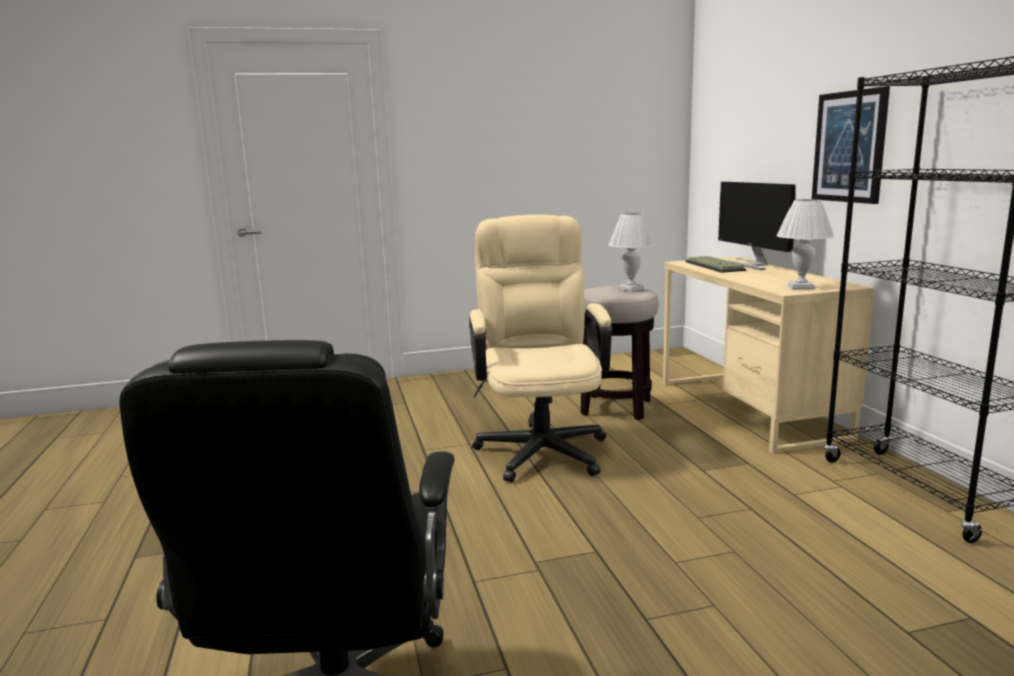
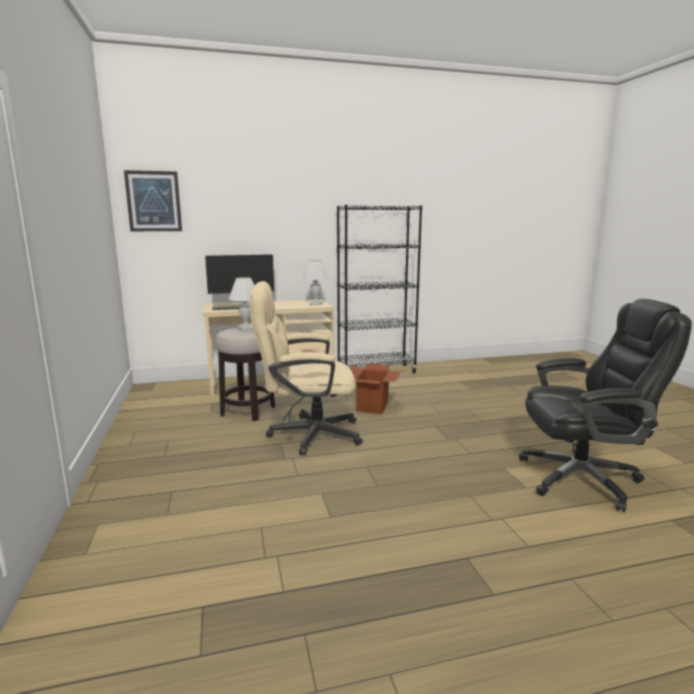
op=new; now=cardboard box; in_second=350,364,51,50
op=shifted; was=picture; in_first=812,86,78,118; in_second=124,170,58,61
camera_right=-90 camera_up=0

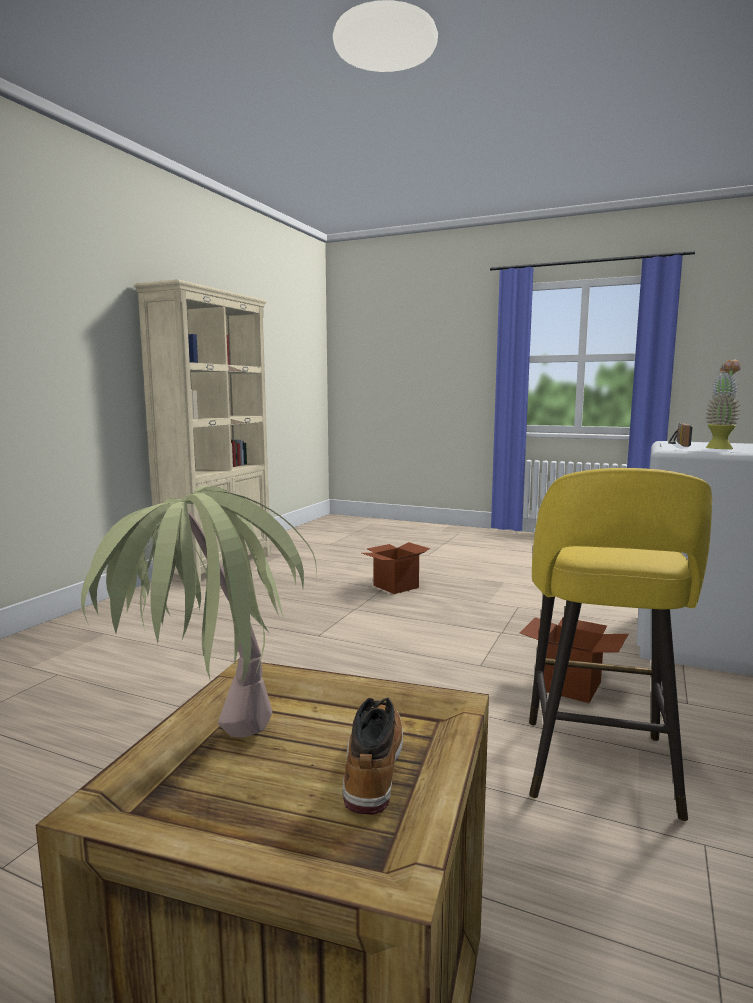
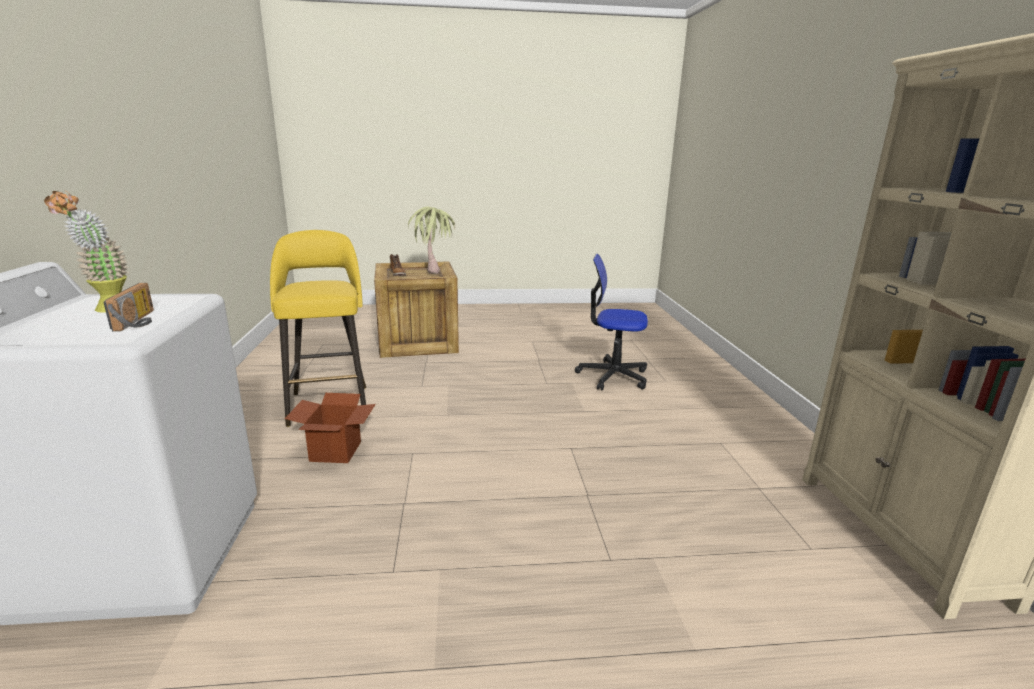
op=gone; was=cardboard box; in_first=362,542,68,52
op=new; now=office chair; in_second=575,254,73,136
camera_right=150 camera_up=10

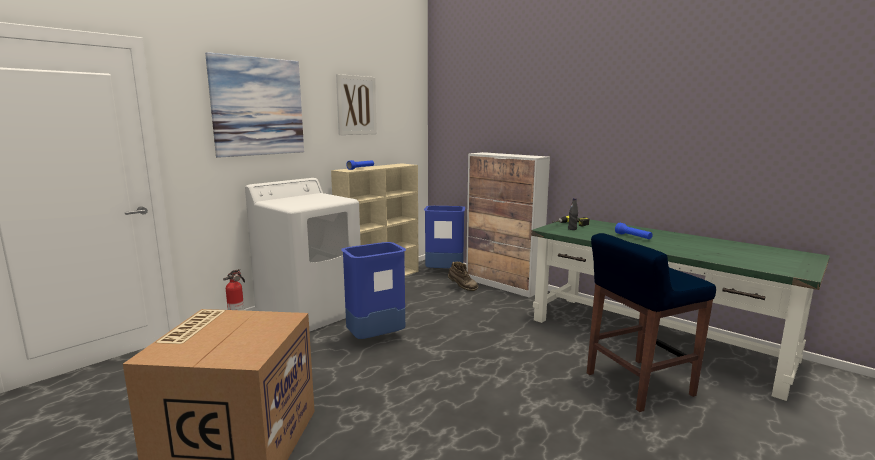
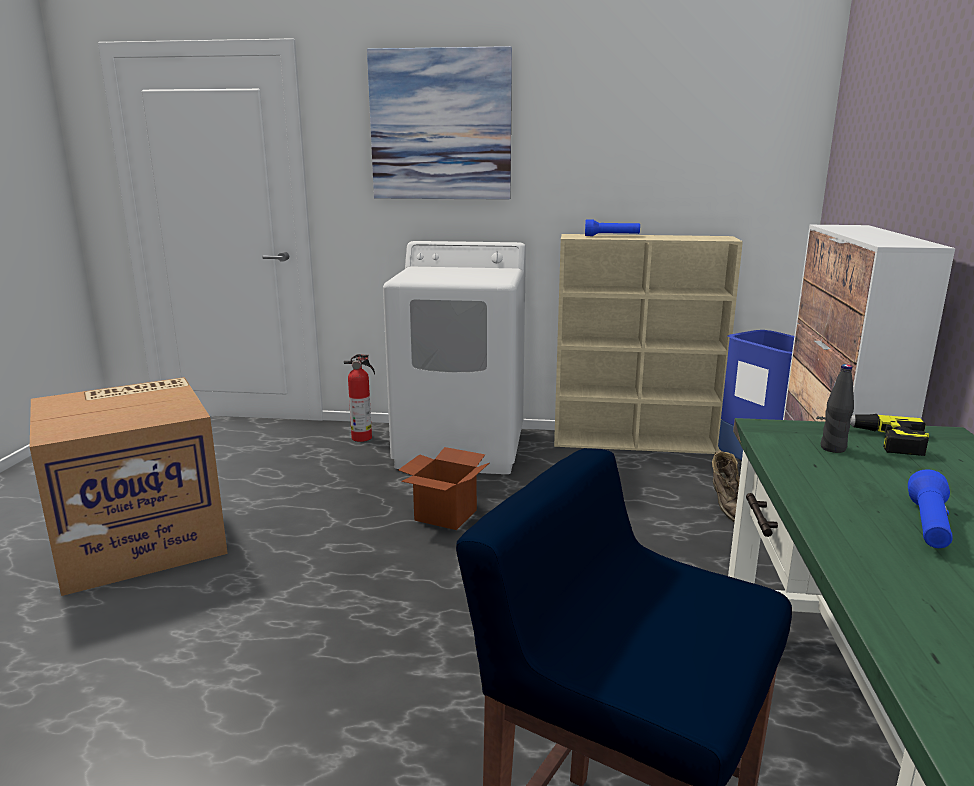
op=gone; was=picture; in_first=336,74,41,61
op=swapped; was=trash can in blue; now=cardboard box; in_first=341,242,65,97; in_second=399,447,91,83
camera_right=55 camera_up=5

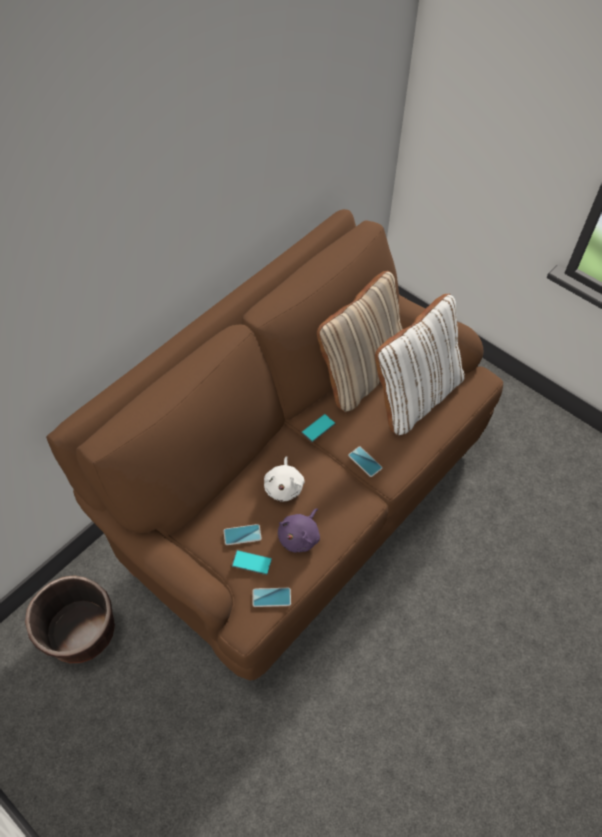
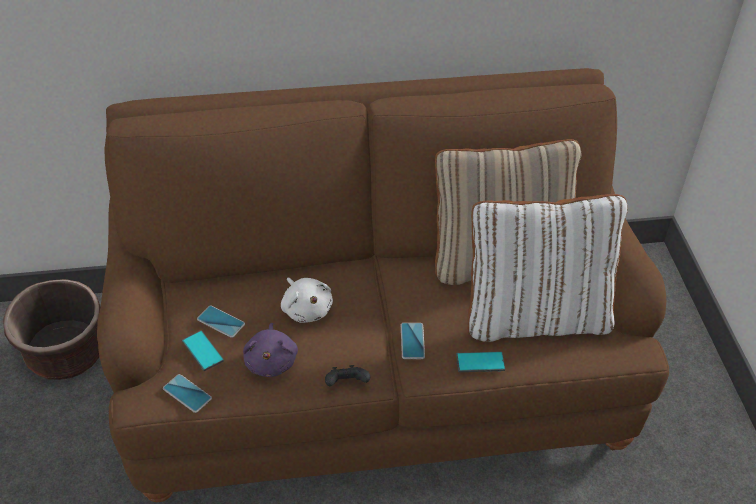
op=new; now=game controller in black; in_second=325,365,45,21
op=shifted; was=phone; in_first=301,414,35,29; in_second=456,351,49,21
op=rotated; was=plush toy in white; in_first=264,457,41,44; in_second=281,277,52,46; clockwise=-75
op=rotated; was=plush toy in purple; in_first=278,508,42,45; in_second=243,323,55,54; clockwise=-75
camera_right=40 camera_up=-10

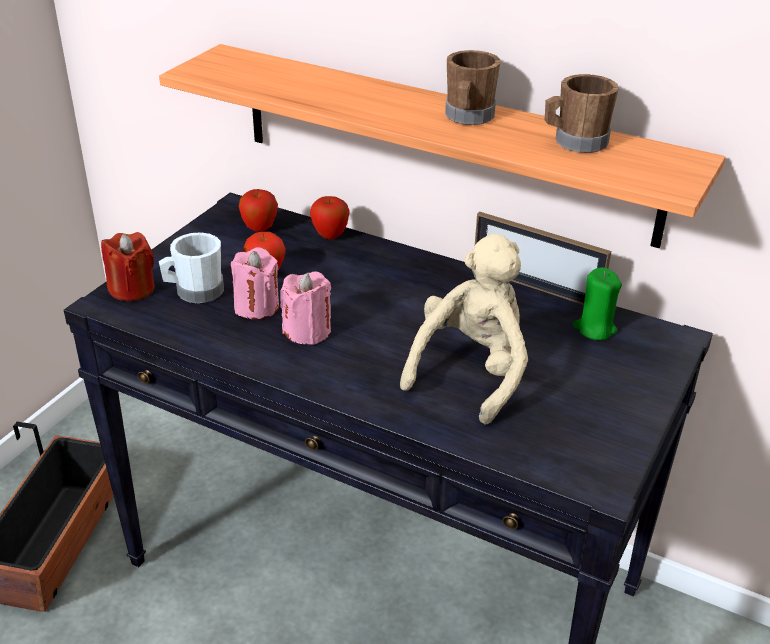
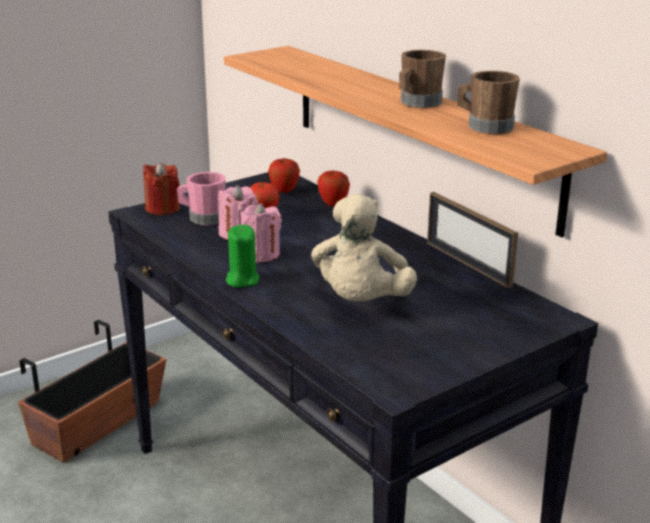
op=shifted; was=candle in green; in_first=573,267,49,73; in_second=226,225,33,63
op=repainted; was=mug in white; now=mug in pink; in_first=159,232,65,71; in_second=177,172,49,53
op=rotated; was=plush toy in beige; in_first=400,234,128,191; in_second=311,194,106,107; clockwise=135
camera_right=25 camera_up=-10

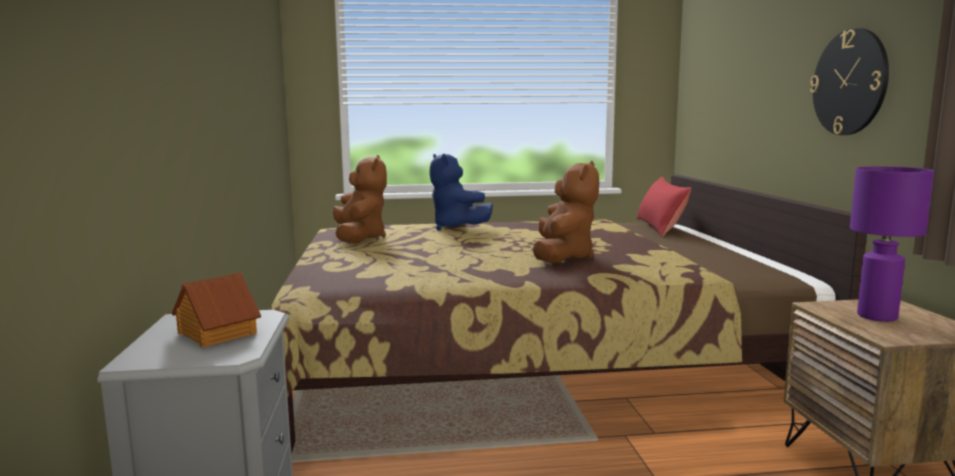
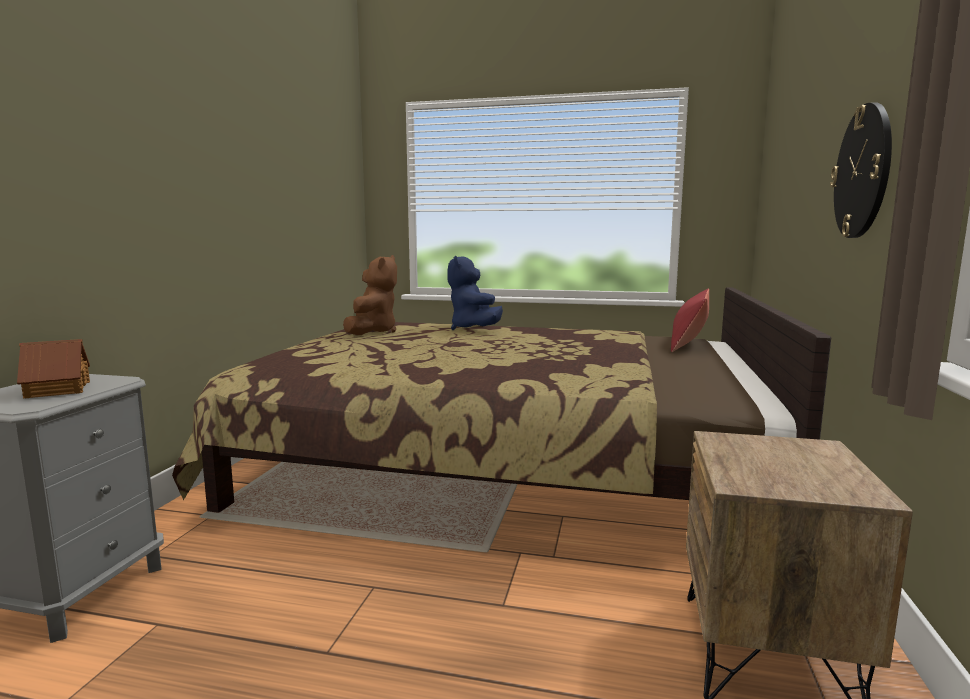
op=gone; was=plush toy in brown; in_first=532,161,67,102
op=gone; was=table lamp in purple; in_first=850,166,84,156
camera_right=20 camera_up=0

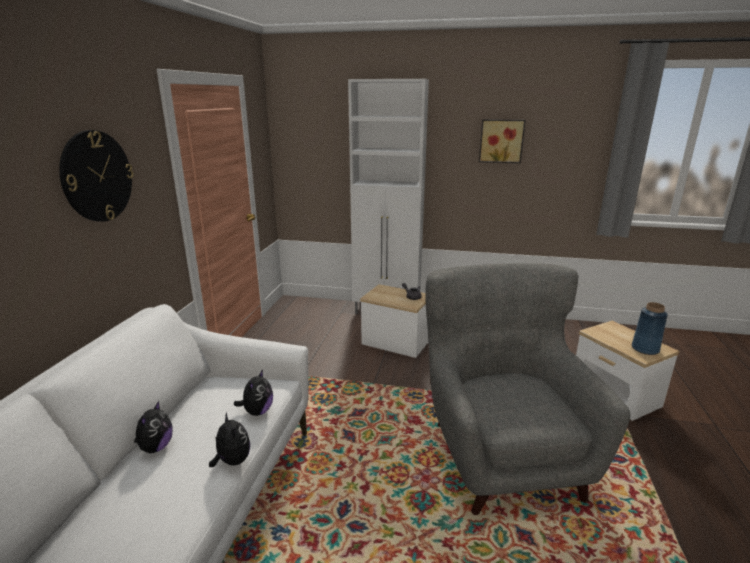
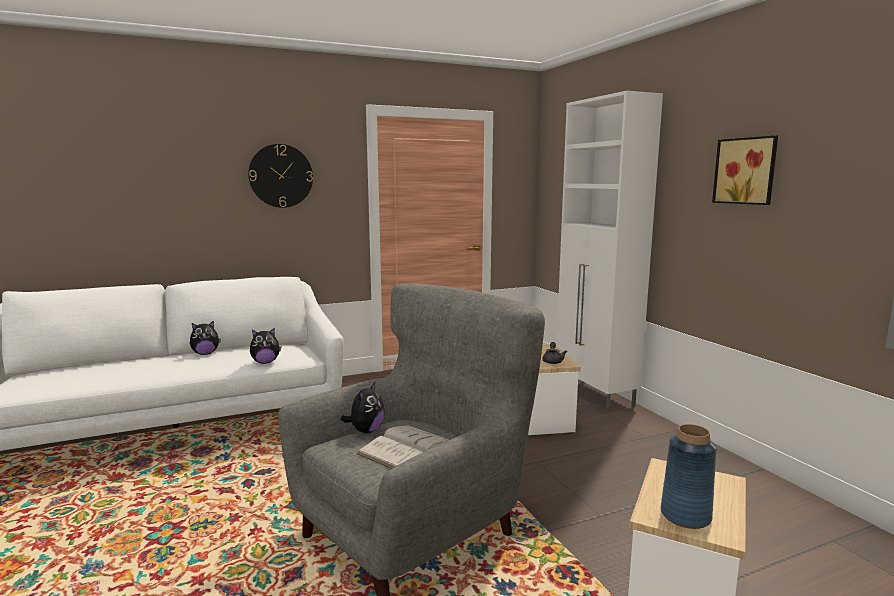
op=new; now=book in white; in_second=356,425,93,44
op=shifted; was=plush toy; in_first=209,412,41,55; in_second=341,382,44,51
camera_right=55 camera_up=-10

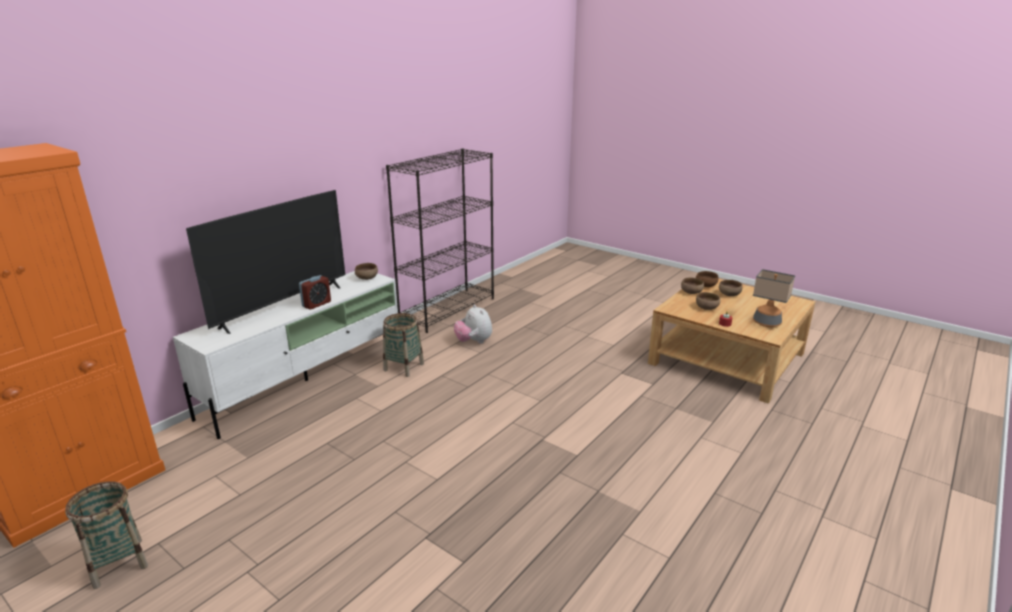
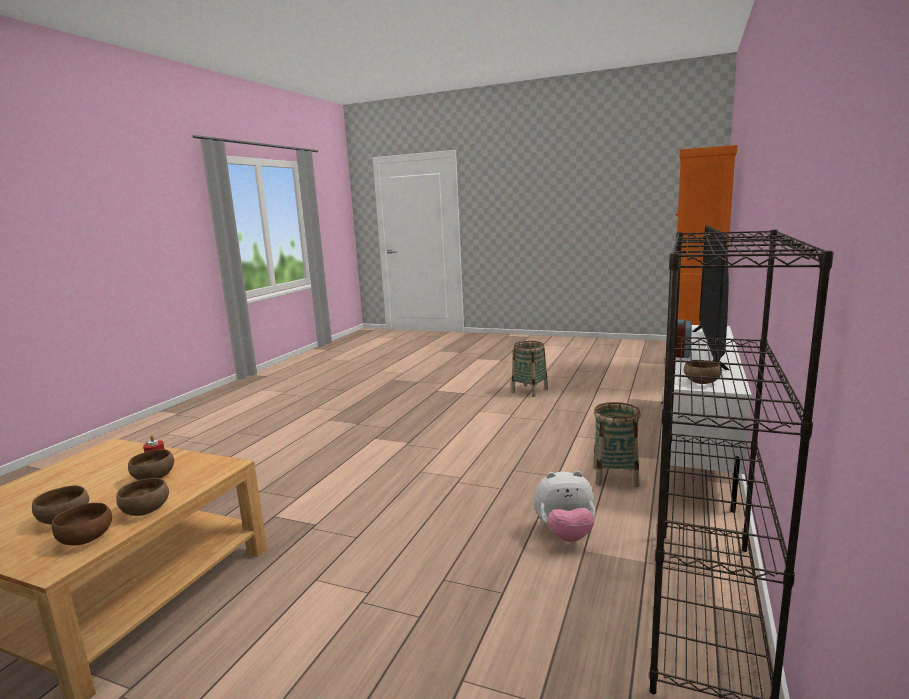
op=gone; was=table lamp; in_first=753,269,42,58
op=shifted; was=basket; in_first=65,481,83,108; in_second=511,341,37,56
op=rotated; was=plush toy; in_first=454,305,38,39; in_second=534,471,62,71; clockwise=135
camera_right=165 camera_up=-10

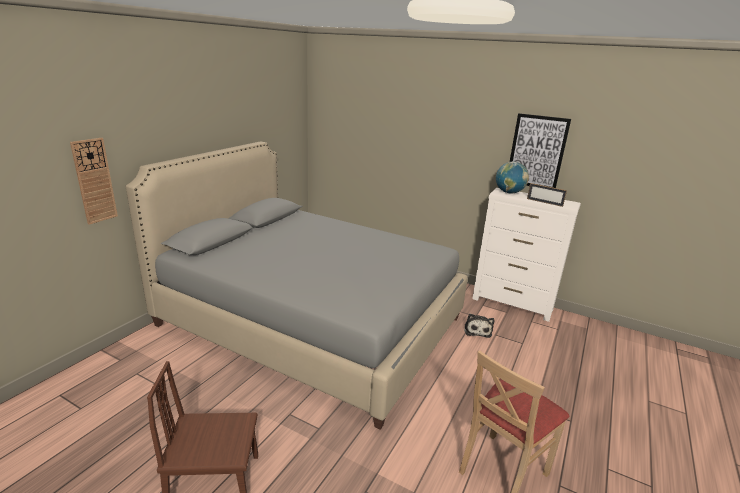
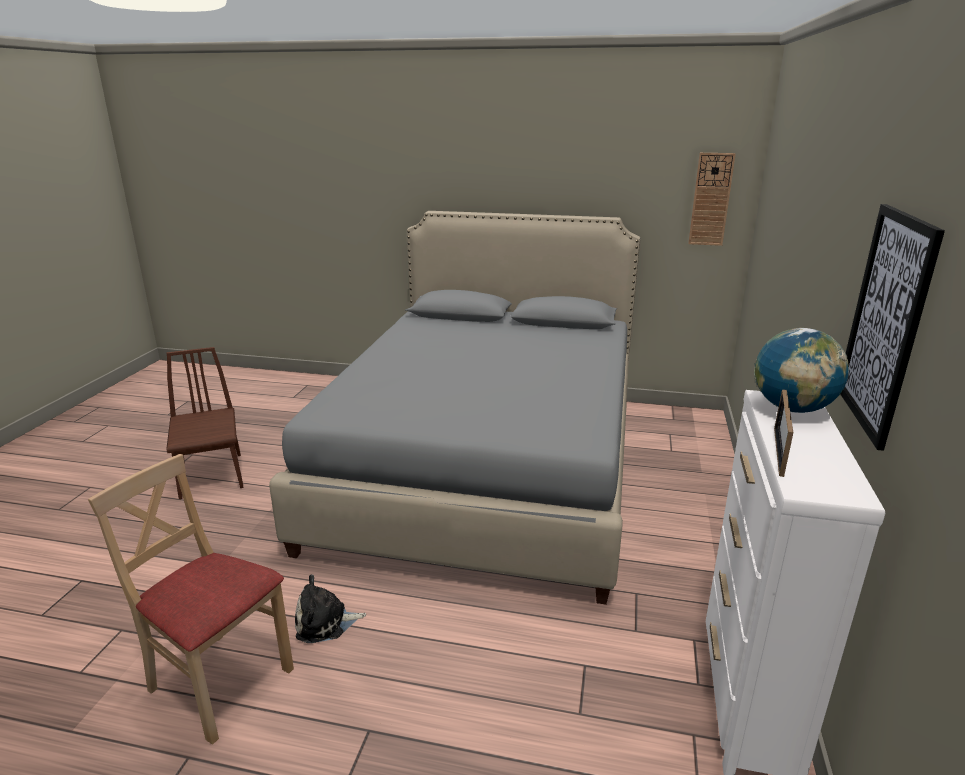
op=shifted; was=wall clock; in_first=70,138,48,87; in_second=688,153,48,93
op=shifted; was=plush toy; in_first=464,314,30,24; in_second=295,574,71,69
camera_right=75 camera_up=0

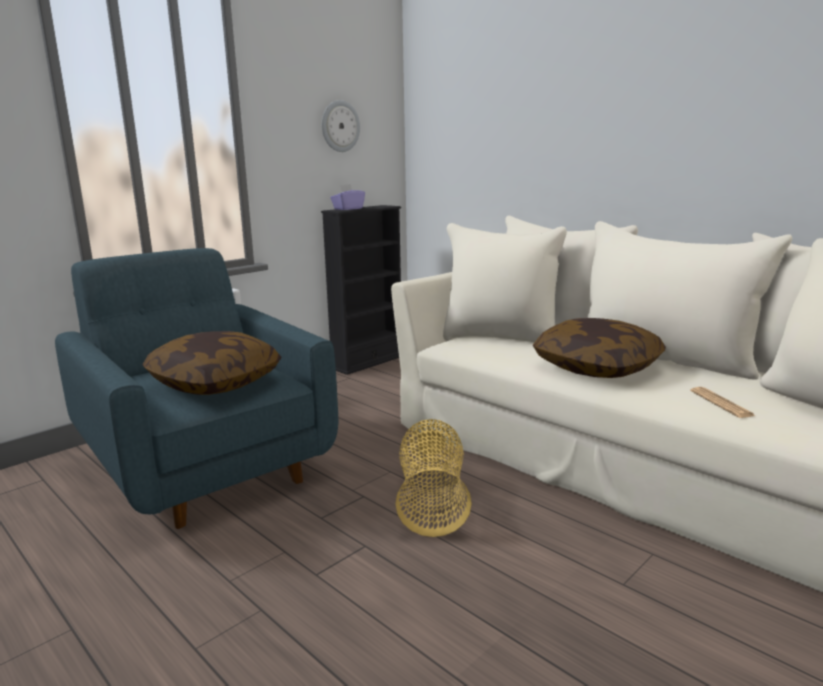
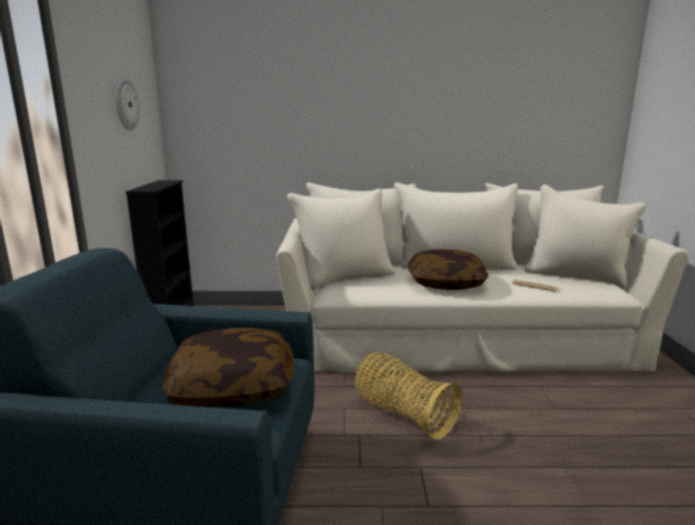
op=gone; was=tissue box in purple; in_first=330,184,35,26
camera_right=-45 camera_up=0

